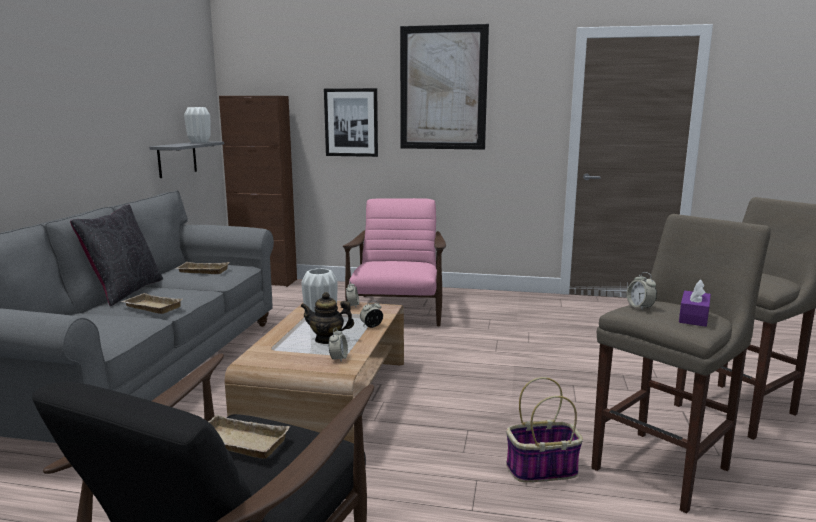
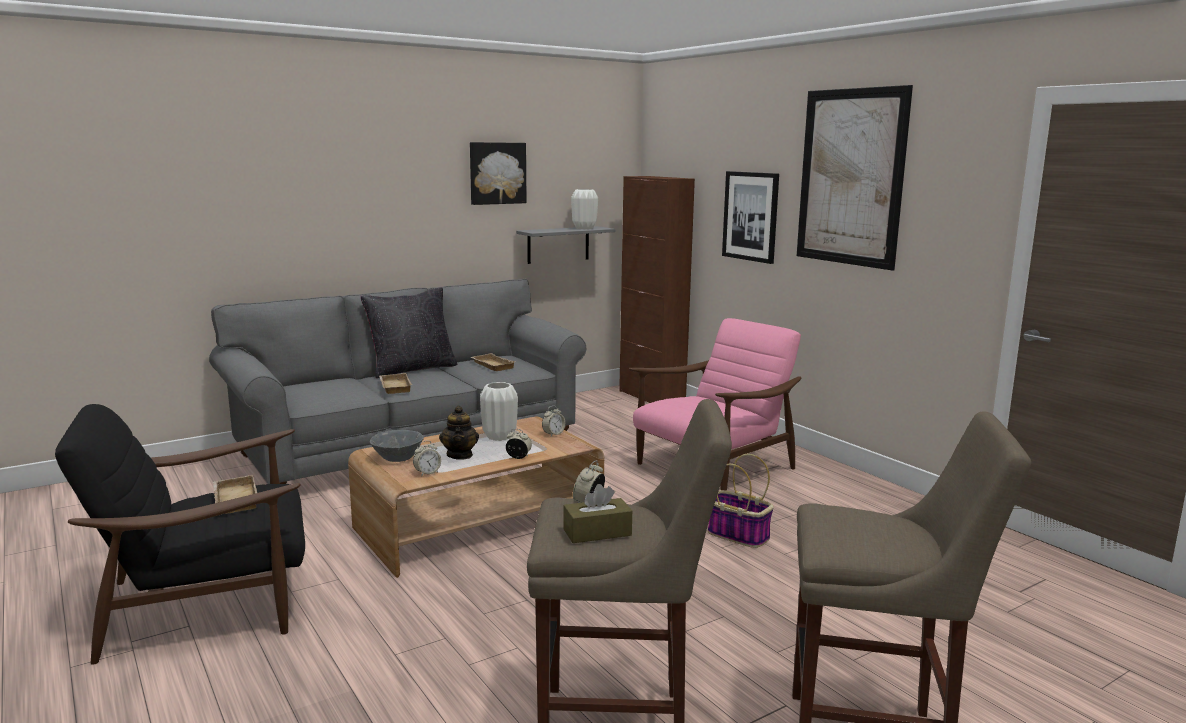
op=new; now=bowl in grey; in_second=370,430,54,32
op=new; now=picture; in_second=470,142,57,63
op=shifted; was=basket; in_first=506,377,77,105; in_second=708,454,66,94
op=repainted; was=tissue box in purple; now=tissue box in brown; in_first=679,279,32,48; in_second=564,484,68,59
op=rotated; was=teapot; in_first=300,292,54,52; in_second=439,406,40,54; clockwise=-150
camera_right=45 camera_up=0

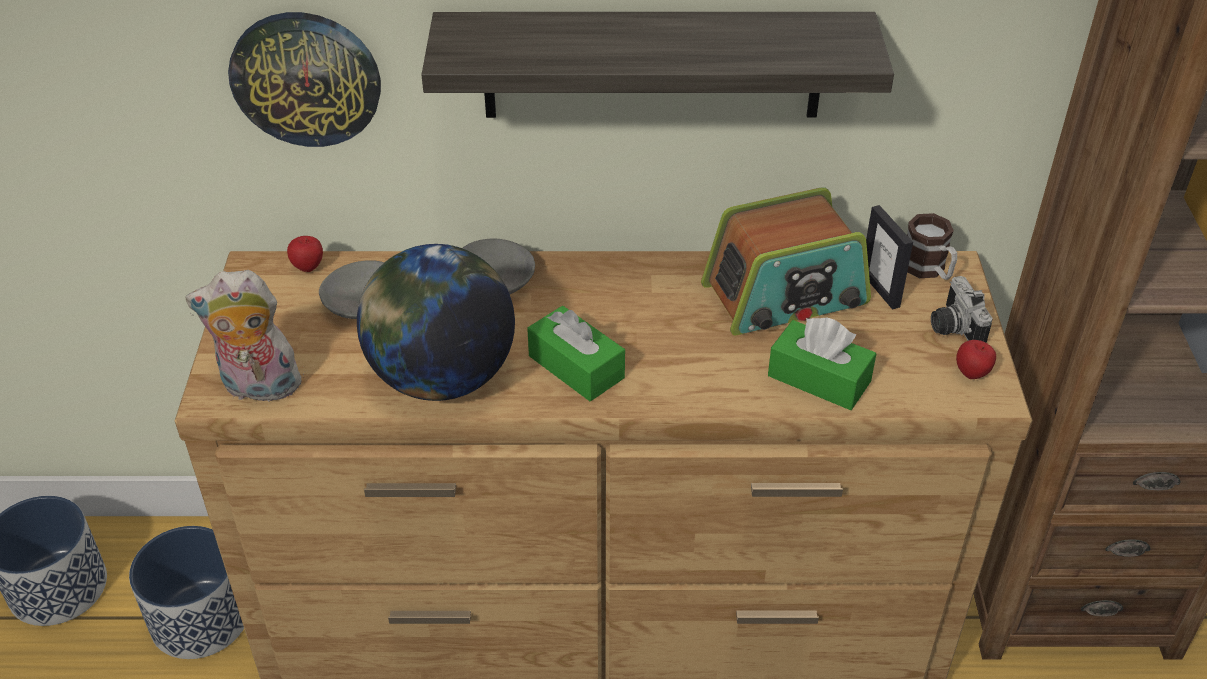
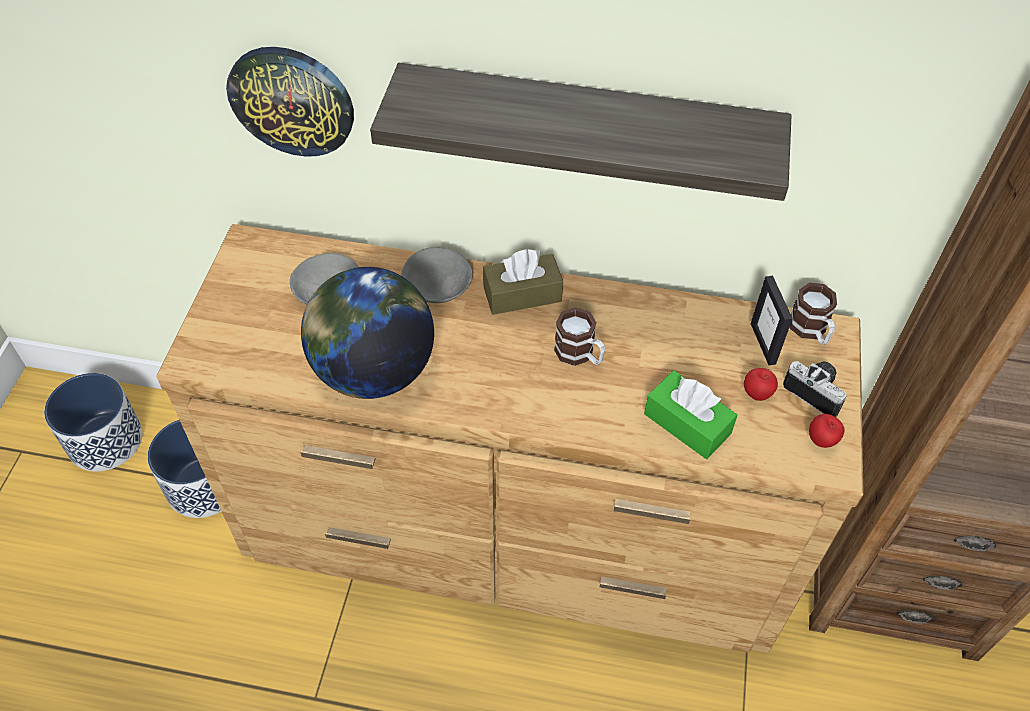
op=gone; was=plush toy; in_first=185,270,123,132
op=gone; was=tissue box in green; in_first=527,306,98,95
op=gone; was=radio; in_first=701,187,170,148
op=new; now=tissue box in brown; in_second=483,249,80,66
op=new; now=mug; in_second=554,307,51,59
op=shifted; was=apple; in_first=287,236,36,36; in_second=744,368,34,33
op=rotated; was=photo camera; in_first=931,276,62,67; in_second=783,361,64,56; clockwise=135
camera_right=10 camera_up=10

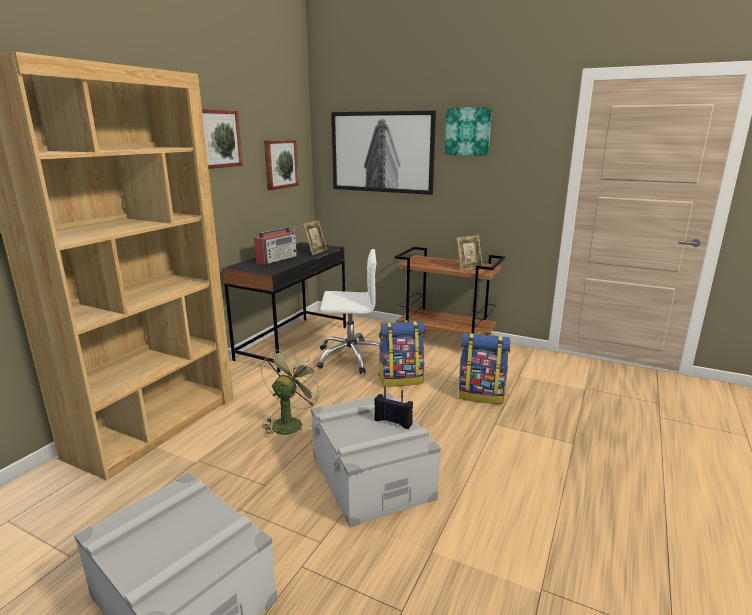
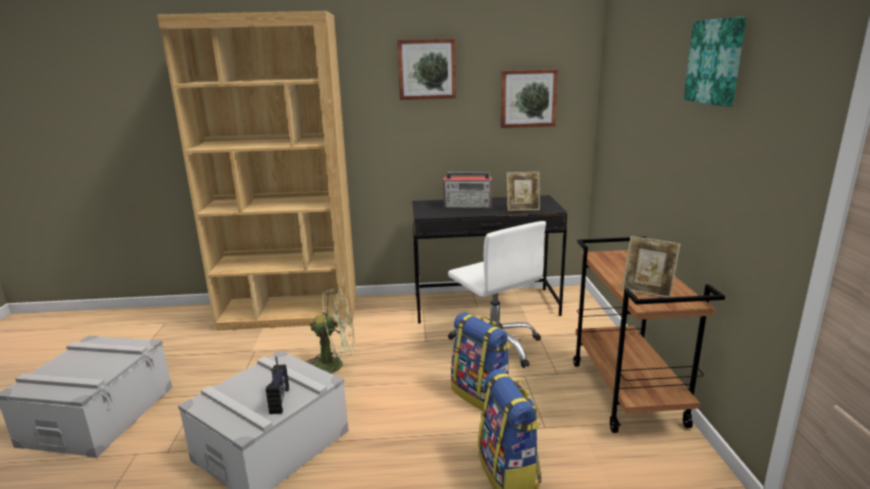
op=gone; was=picture; in_first=331,111,105,84
camera_right=60 camera_up=0

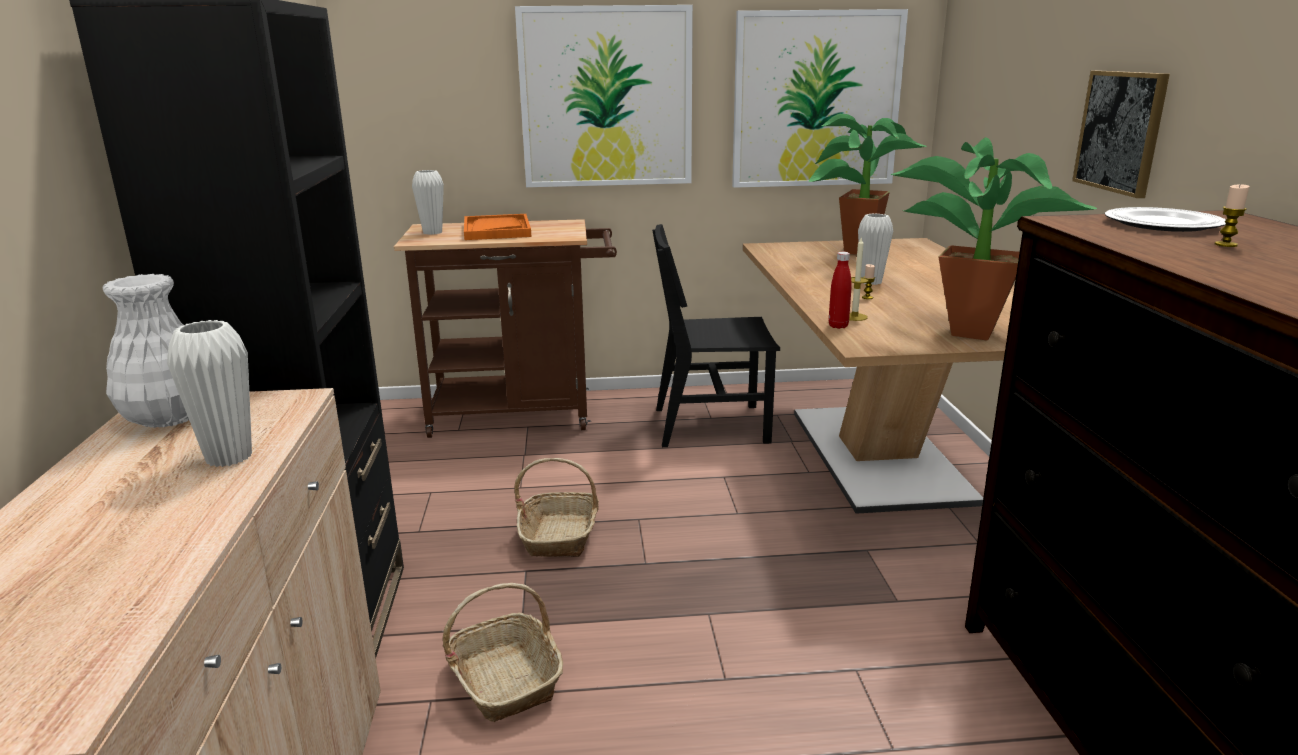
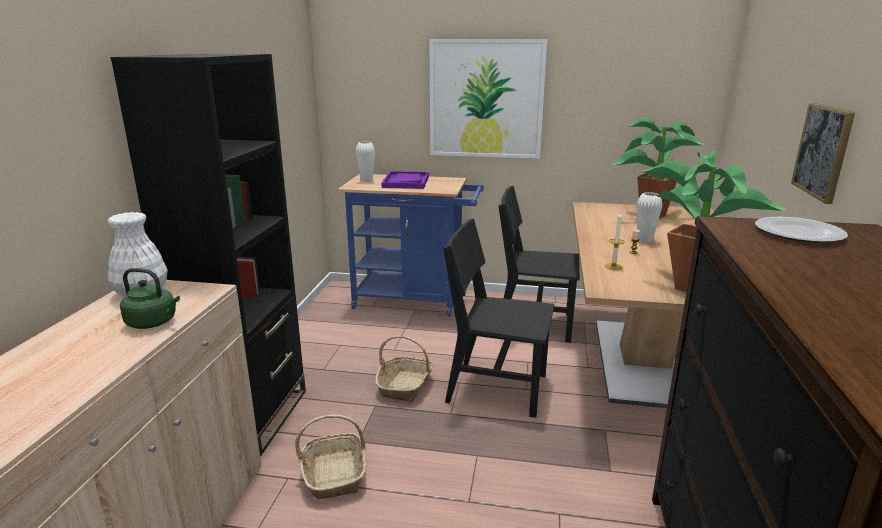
op=gone; was=picture; in_first=732,9,176,179
op=gone; was=bottle in red; in_first=829,252,23,77
op=gone; was=candle; in_first=1215,185,35,62
op=new; now=chair in black; in_second=443,219,111,199
op=swapped; was=vase in white; now=kettle in green; in_first=167,320,85,147; in_second=120,268,60,61
op=repainted; was=cart in brown; now=cart in blue; in_first=394,219,223,219; in_second=338,174,146,143
op=repainted; was=tray in orange; now=tray in purple; in_first=464,214,68,26; in_second=381,171,48,18
camera_right=15 camera_up=0

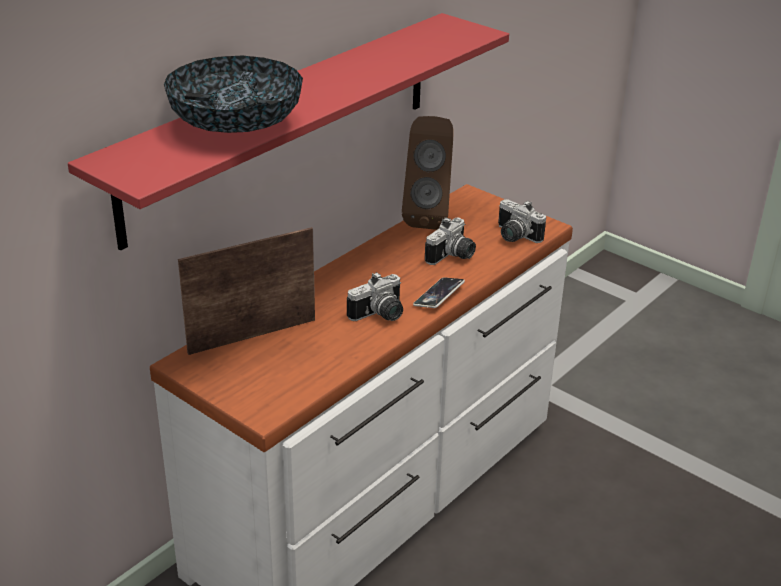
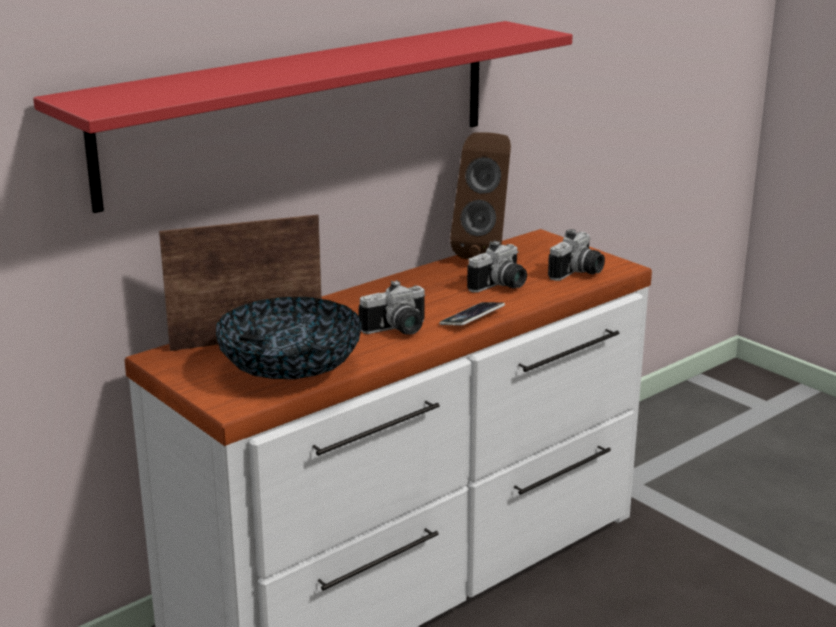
op=shifted; was=bowl; in_first=164,56,139,77; in_second=216,297,146,82
op=rotated; was=photo camera; in_first=498,199,48,44; in_second=548,229,57,52; clockwise=-105
camera_right=10 camera_up=-10

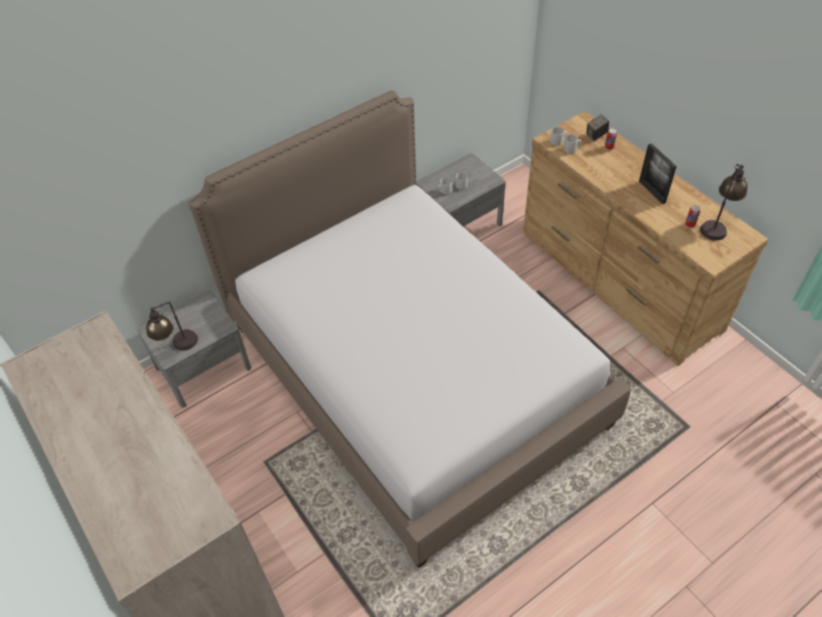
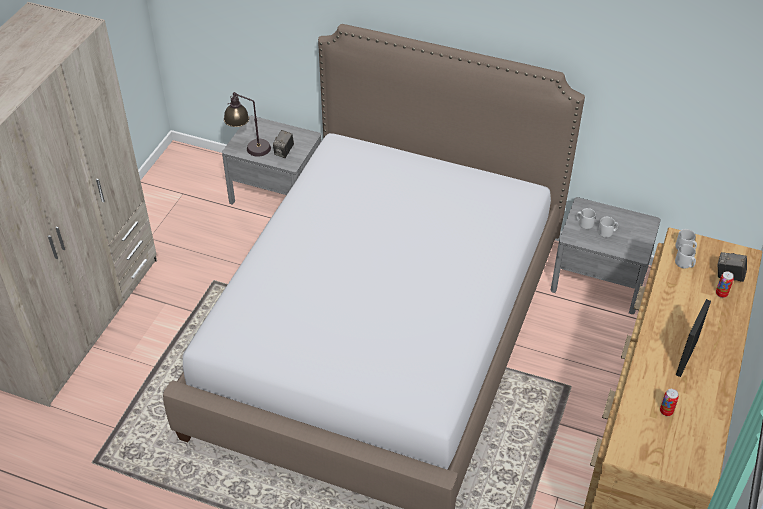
op=gone; was=table lamp; in_first=700,164,47,77
op=new; now=photo camera; in_second=273,130,21,28
camera_right=55 camera_up=-5

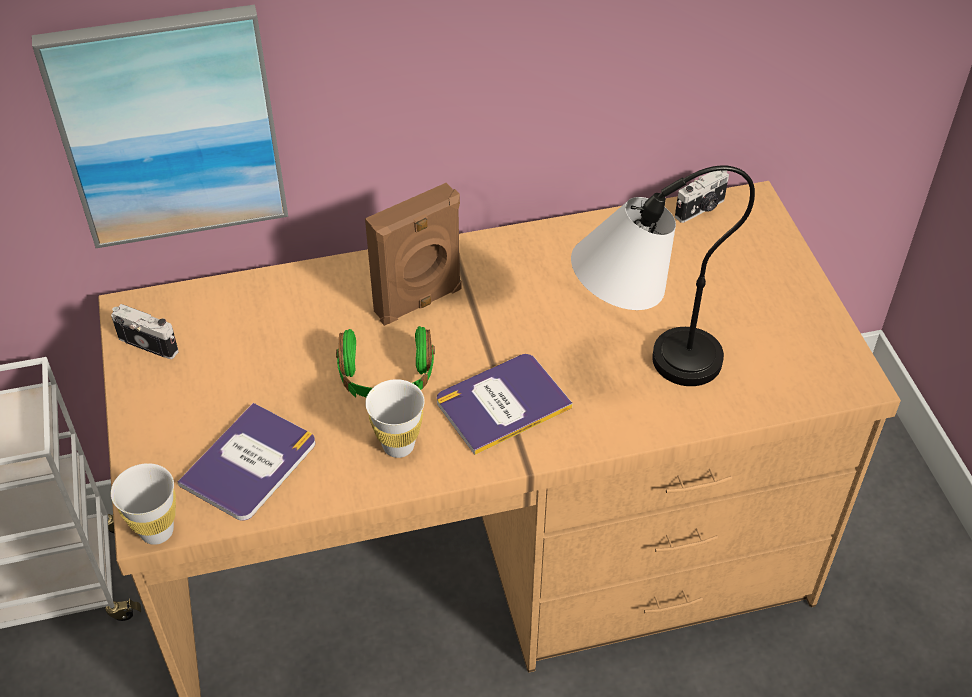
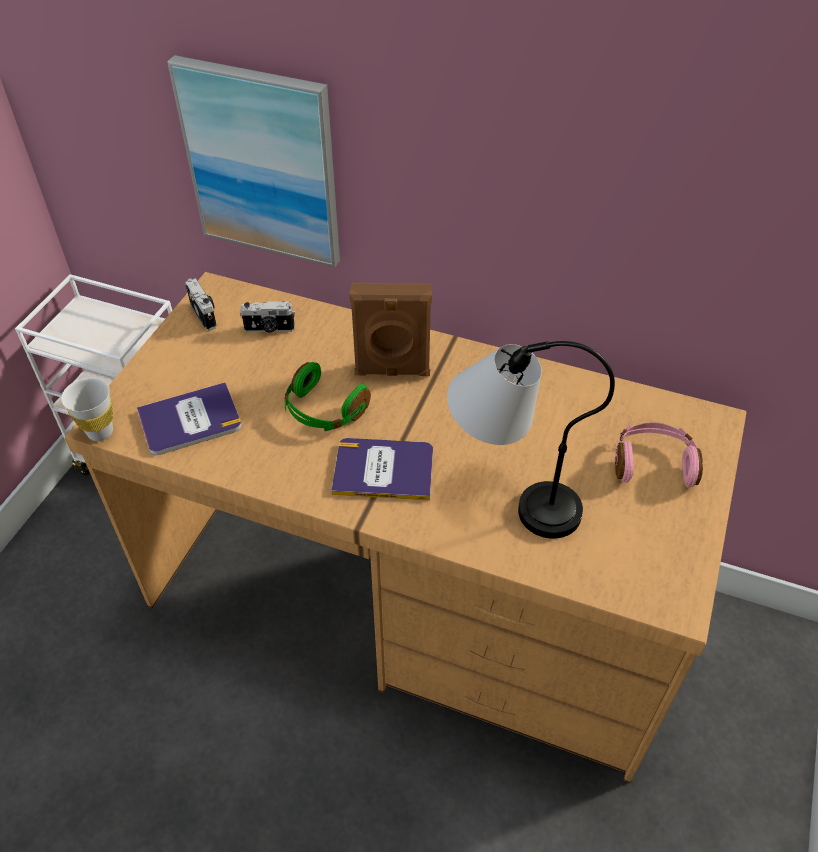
op=gone; was=cup in white; in_first=365,379,60,79
op=new; now=headphones in pink; in_second=614,422,89,66
op=shifted; was=photo camera; in_first=675,170,54,53; in_second=240,301,55,31
camera_right=35 camera_up=0

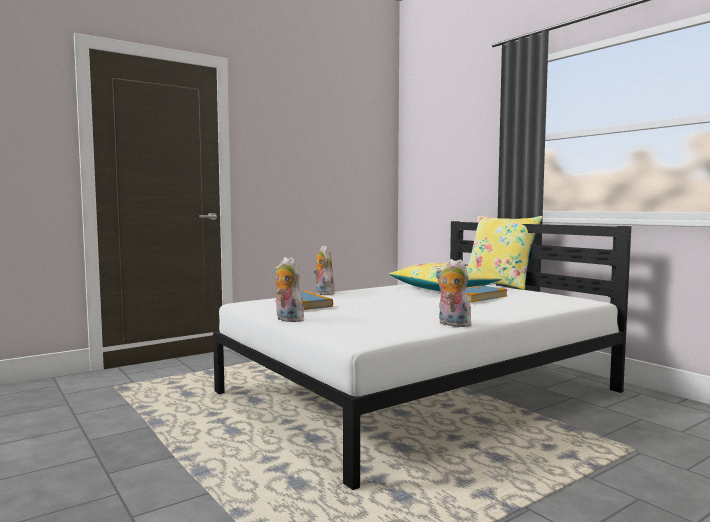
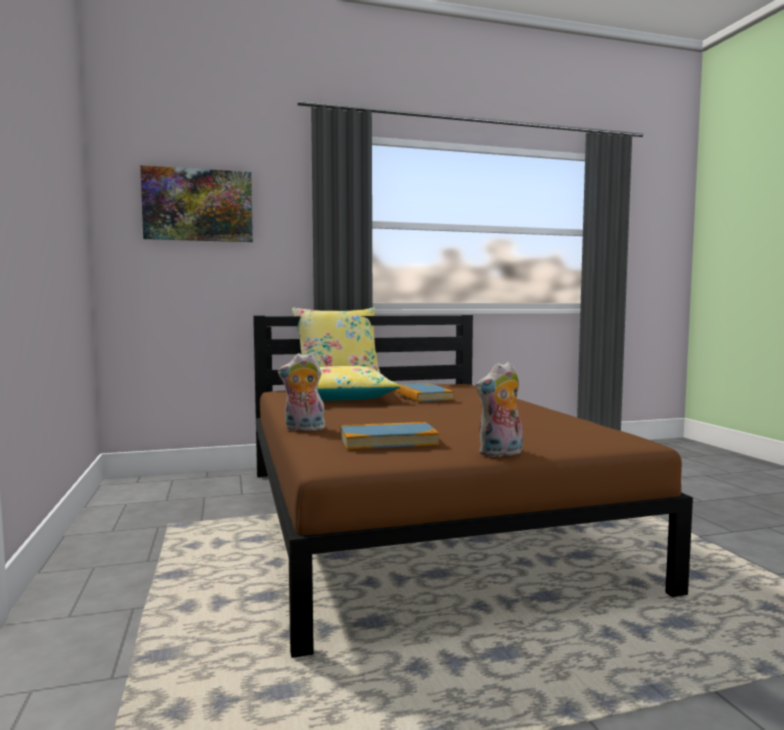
op=gone; was=plush toy; in_first=436,259,35,68
op=new; now=picture; in_second=140,165,113,77
op=repainted; was=bed in white; now=bed in brown; in_first=213,221,418,269; in_second=253,315,440,343
camera_right=-70 camera_up=0

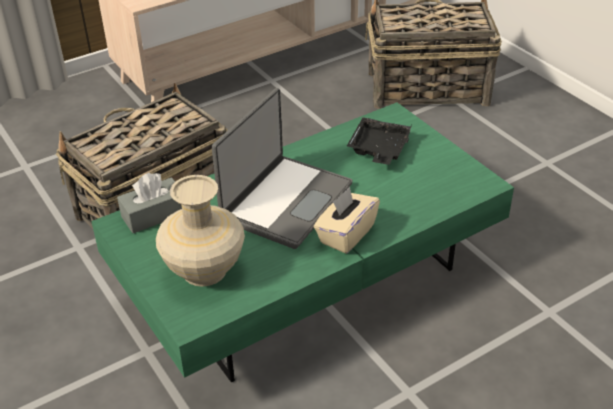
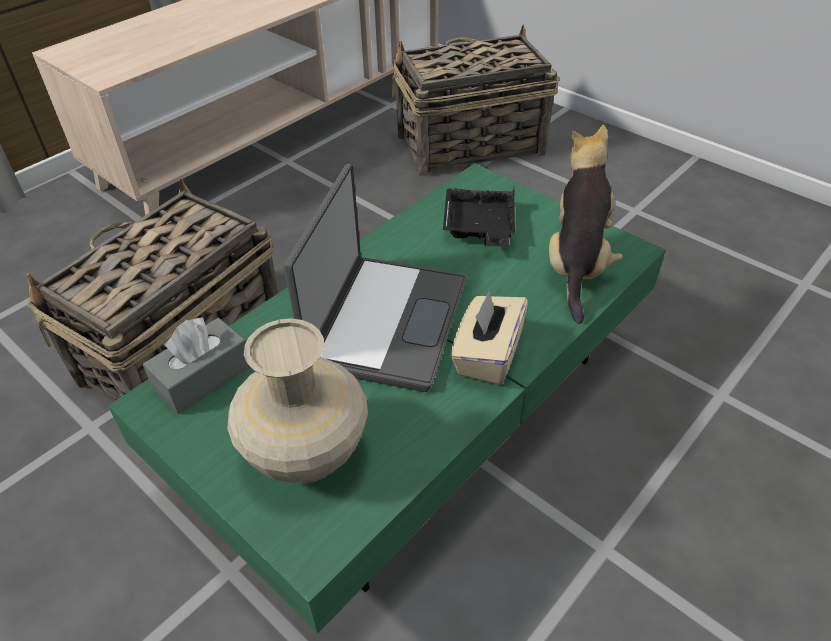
op=new; now=plush toy; in_second=549,125,74,199
camera_right=-15 camera_up=5

